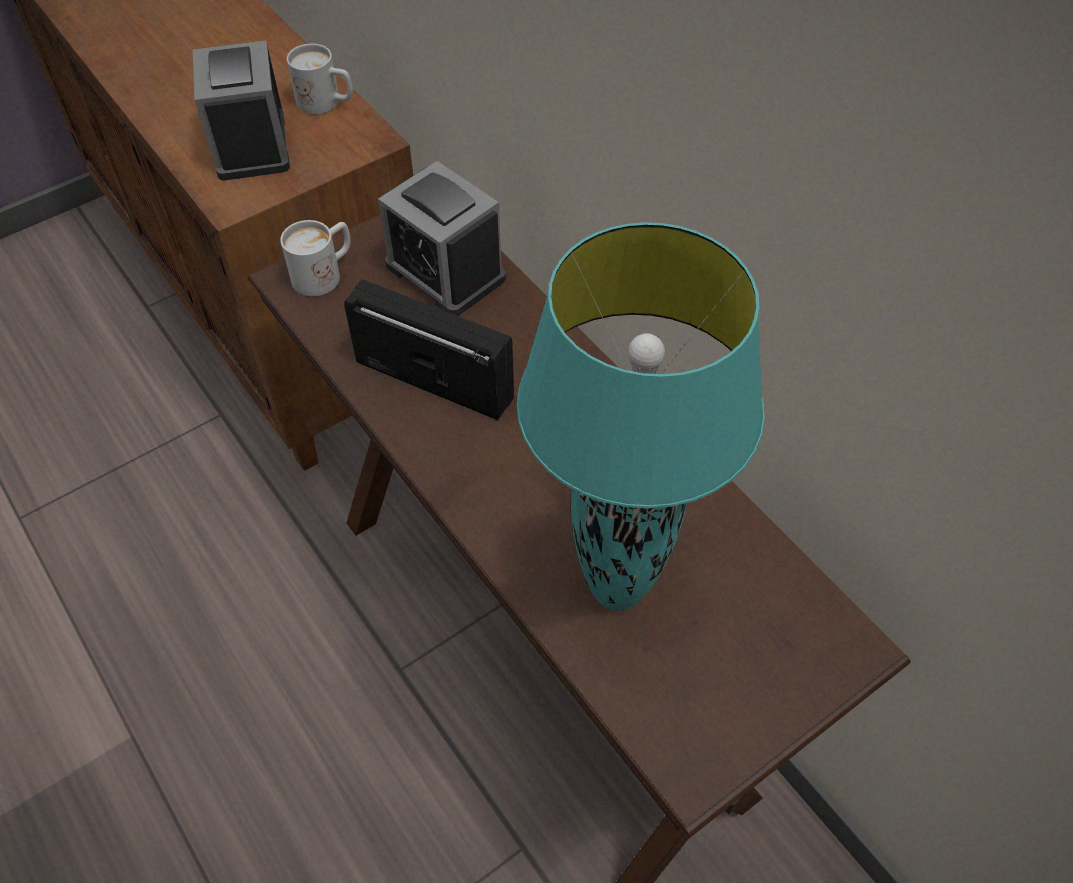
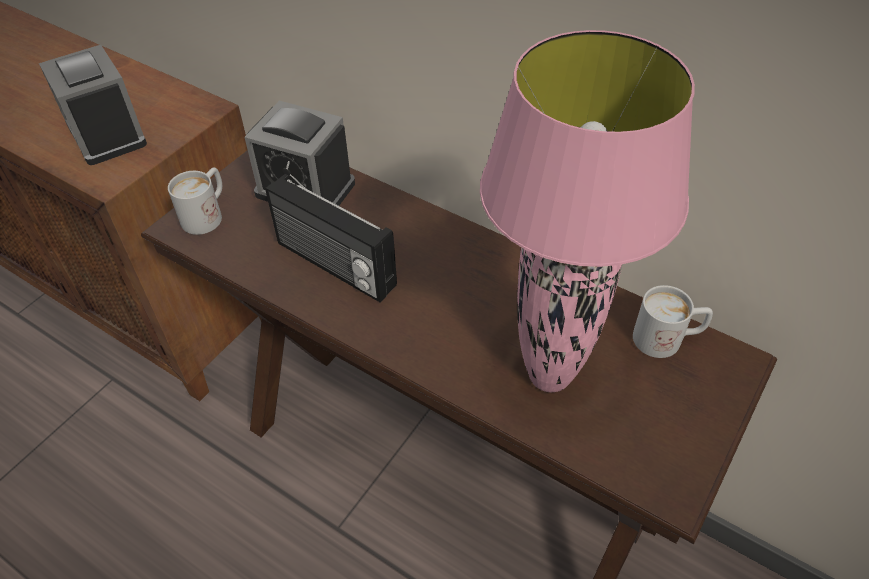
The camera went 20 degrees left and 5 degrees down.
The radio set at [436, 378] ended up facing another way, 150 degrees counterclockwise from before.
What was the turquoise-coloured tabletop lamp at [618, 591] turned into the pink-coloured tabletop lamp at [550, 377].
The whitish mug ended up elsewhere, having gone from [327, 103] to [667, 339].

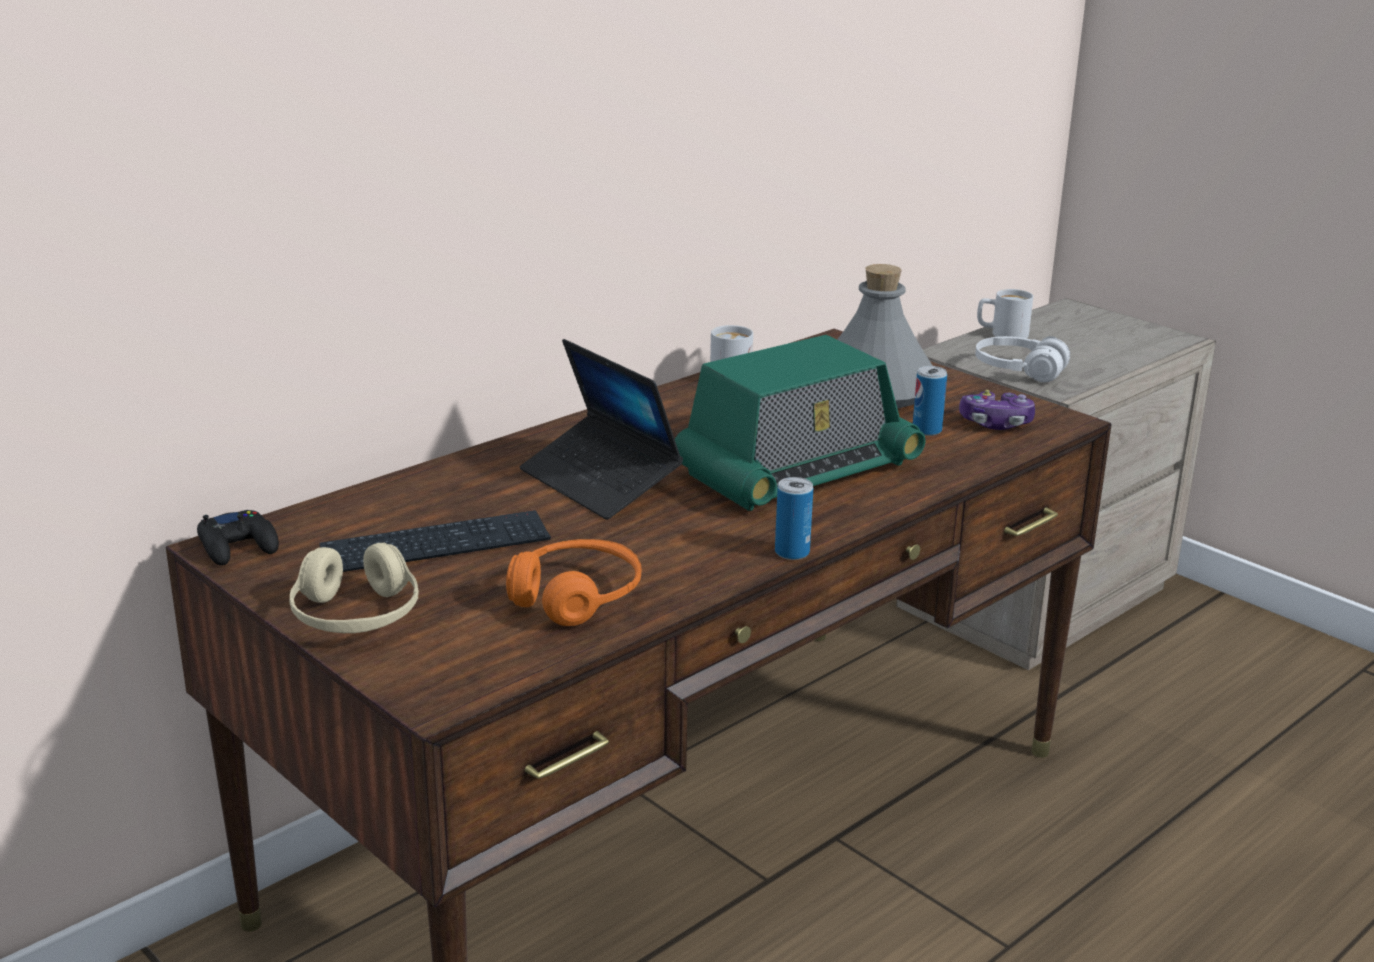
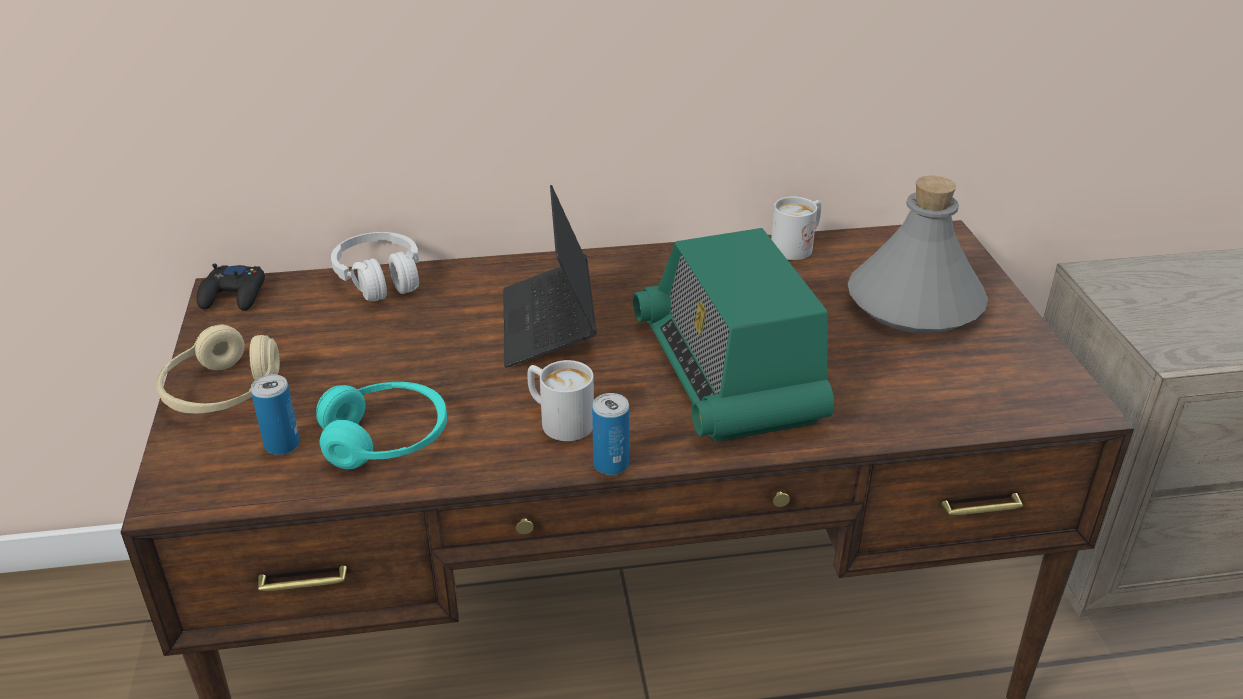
The camera went 35 degrees right and 10 degrees up.
The can ended up elsewhere, having gone from [927, 430] to [282, 445].
What was the orangey headphones at [576, 597] turned into the turquoise-coloured headphones at [386, 439].
The whitish headphones ended up elsewhere, having gone from [1019, 371] to [380, 279].
The whitish mug ended up elsewhere, having gone from [1001, 334] to [558, 420].
The radio set at [797, 470] ended up facing another way, 75 degrees clockwise from before.
The second view lost the computer keyboard at [436, 546].
The second view lost the game controller at [995, 423].

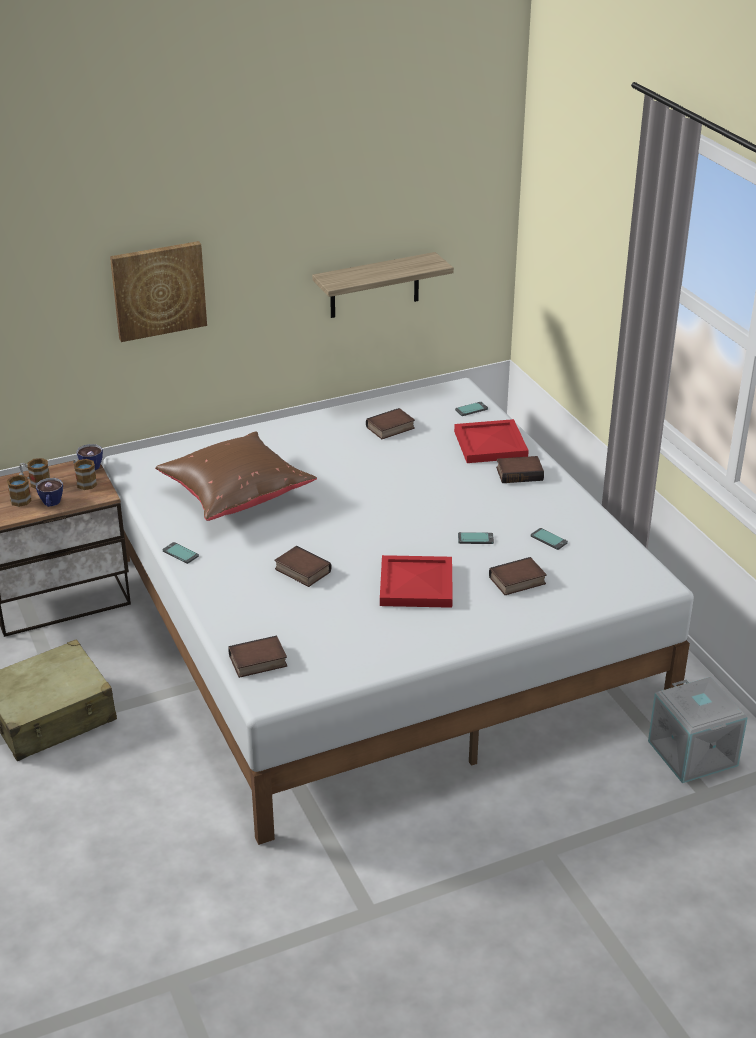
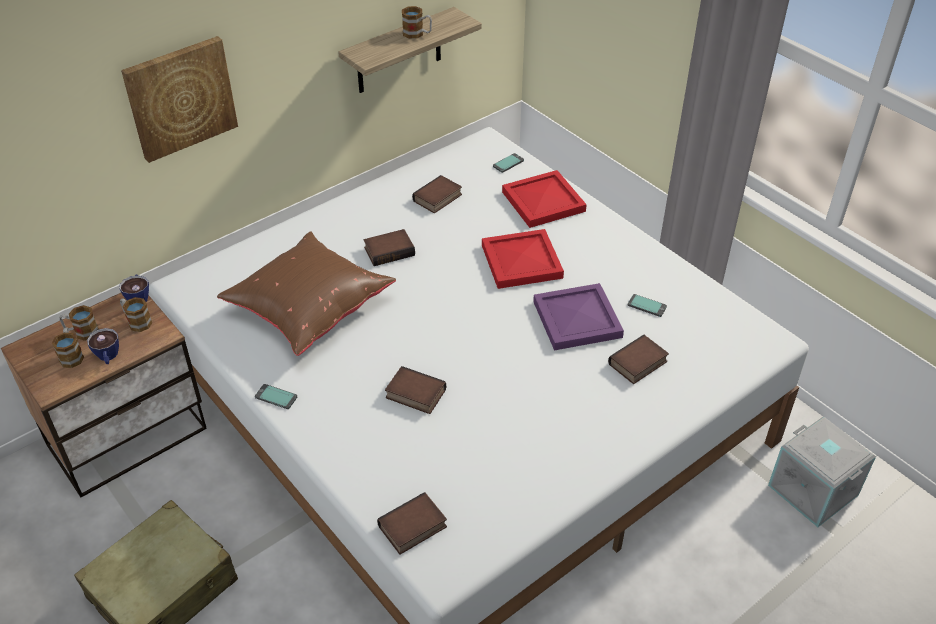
The camera went 15 degrees left and 10 degrees up.
The volume ended up elsewhere, having gone from [520, 473] to [389, 250].
The second view gained the mug at [417, 34].
The reddish serving tray ended up elsewhere, having gone from [415, 584] to [520, 261].
Where the handset stood at [475, 539], the purplish serving tray came to stand at [575, 319].

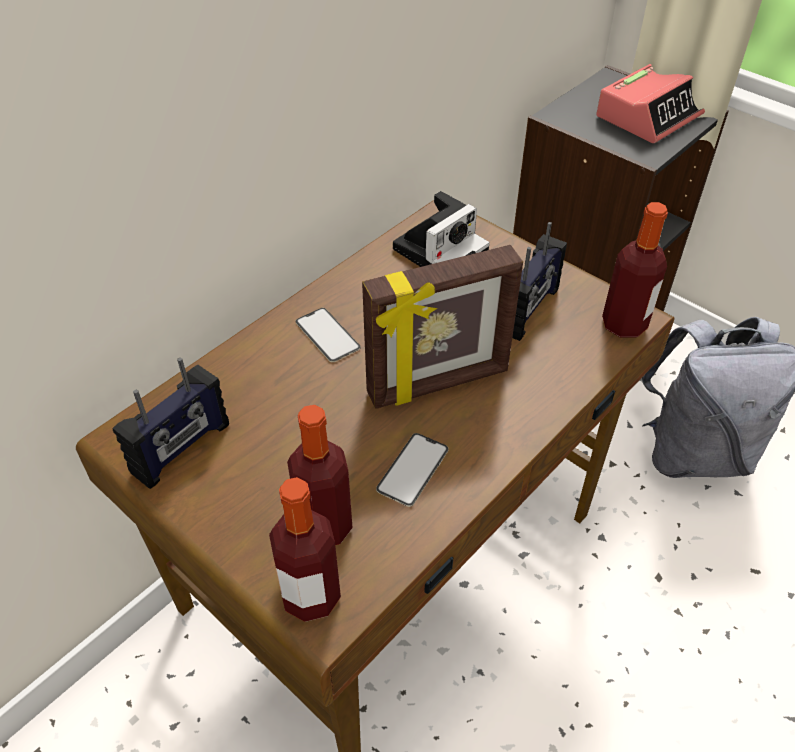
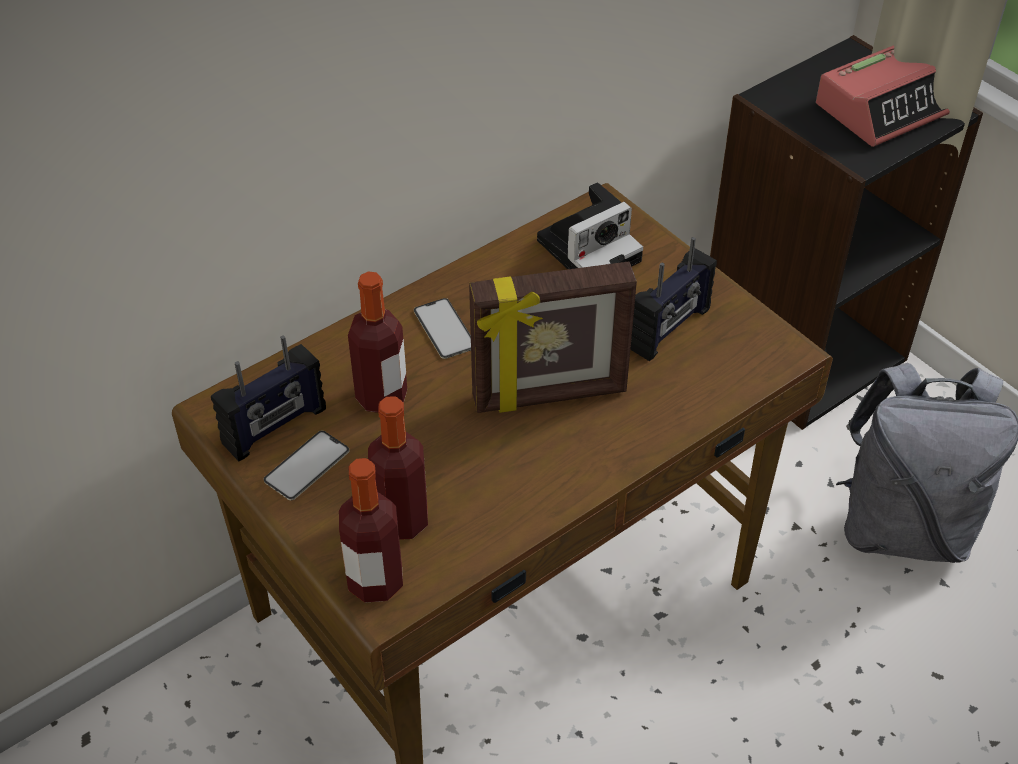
The camera went 10 degrees right and 0 degrees up.
The handset ended up elsewhere, having gone from [413, 469] to [307, 465].
The drink bottle ended up elsewhere, having gone from [624, 324] to [381, 397].

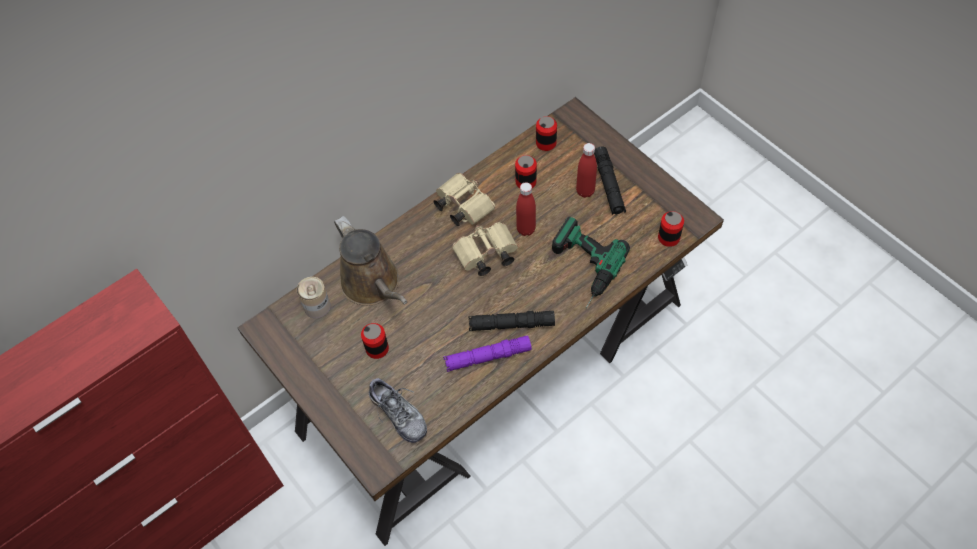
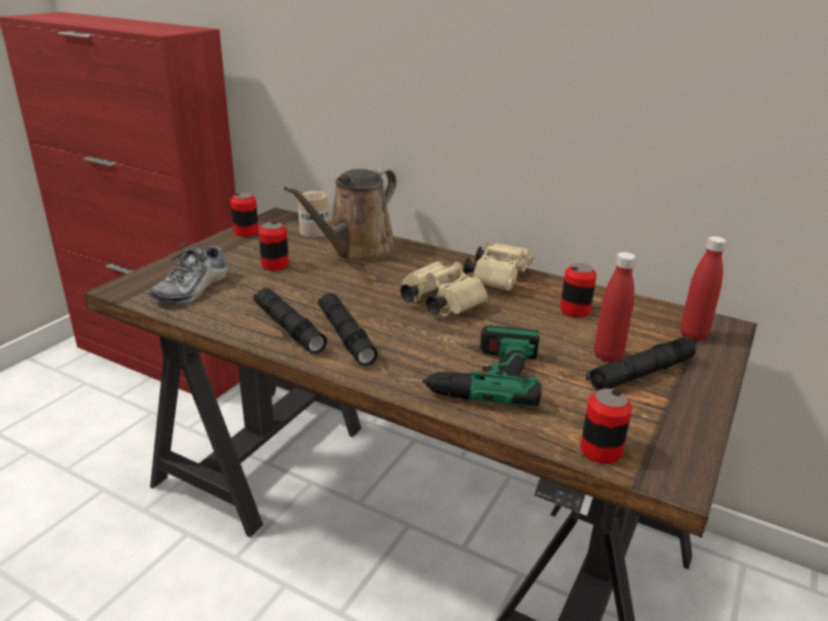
The camera went 65 degrees right and 30 degrees down.
The can ended up elsewhere, having gone from [546, 143] to [246, 232].
What was the purplish torch at [487, 357] turned into the black torch at [289, 328].
The reddish drink bottle ended up elsewhere, having gone from [526, 229] to [693, 335].

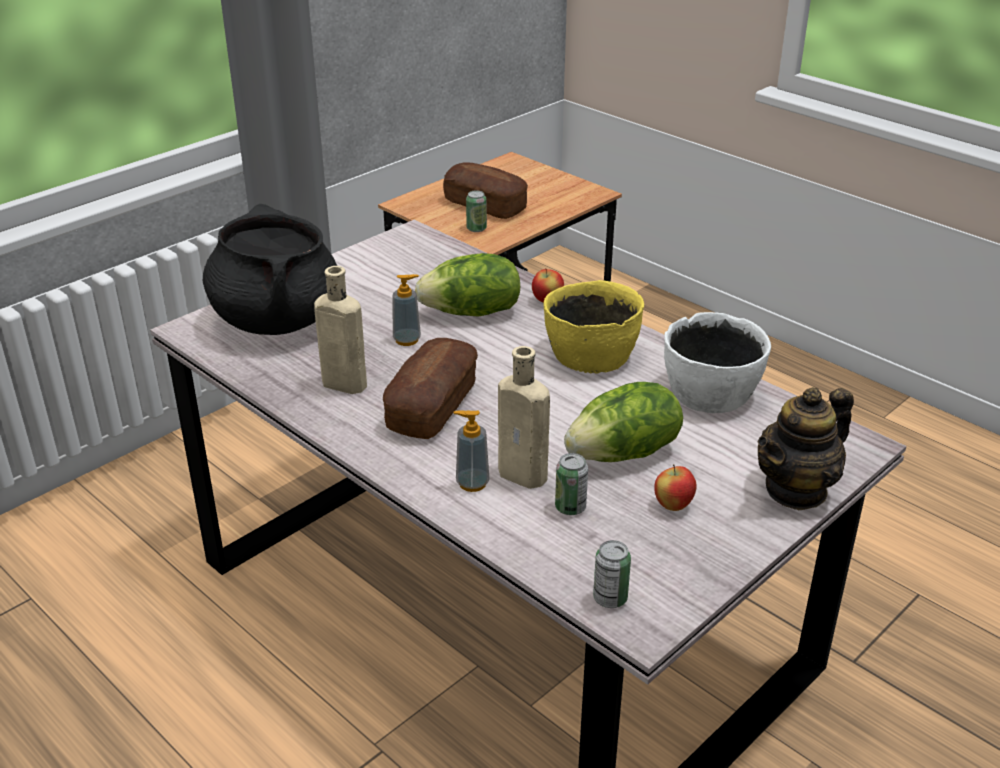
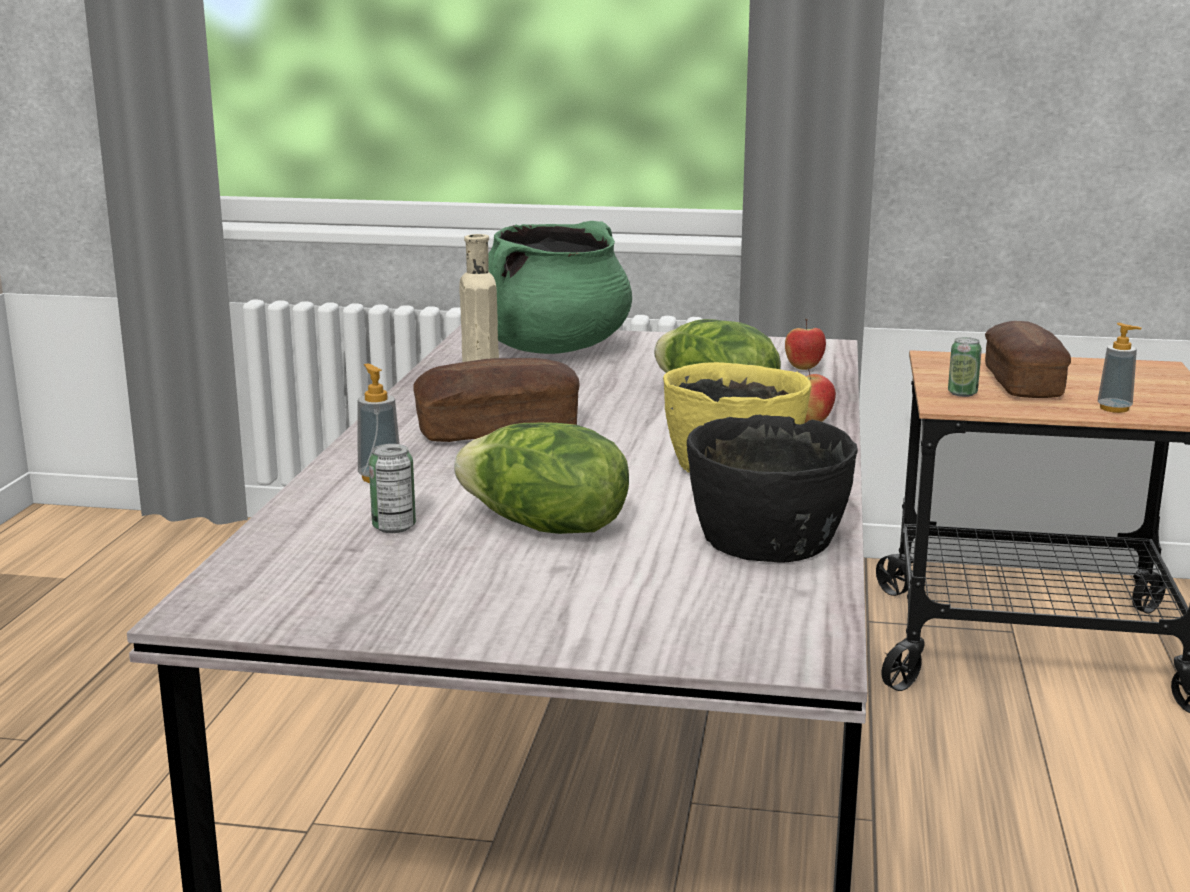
The camera went 55 degrees right and 15 degrees down.
What was the black cooking pot at [277, 319] turned into the green-coloured cooking pot at [552, 348].
What was the whitish serving bowl at [712, 393] turned into the black serving bowl at [767, 540].
The apple fruit ended up elsewhere, having gone from [673, 505] to [804, 368].
The soap bottle ended up elsewhere, having gone from [407, 340] to [1114, 408].
The second view lost the beige drink bottle at [526, 476].
The second view lost the can at [610, 598].
The second view lost the pot for tea at [796, 490].

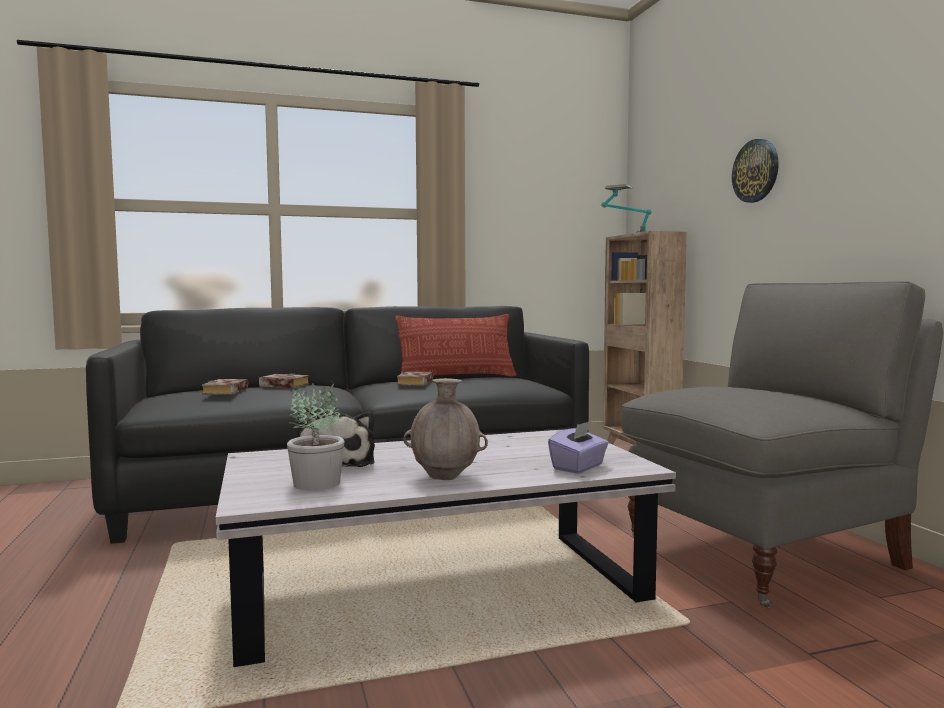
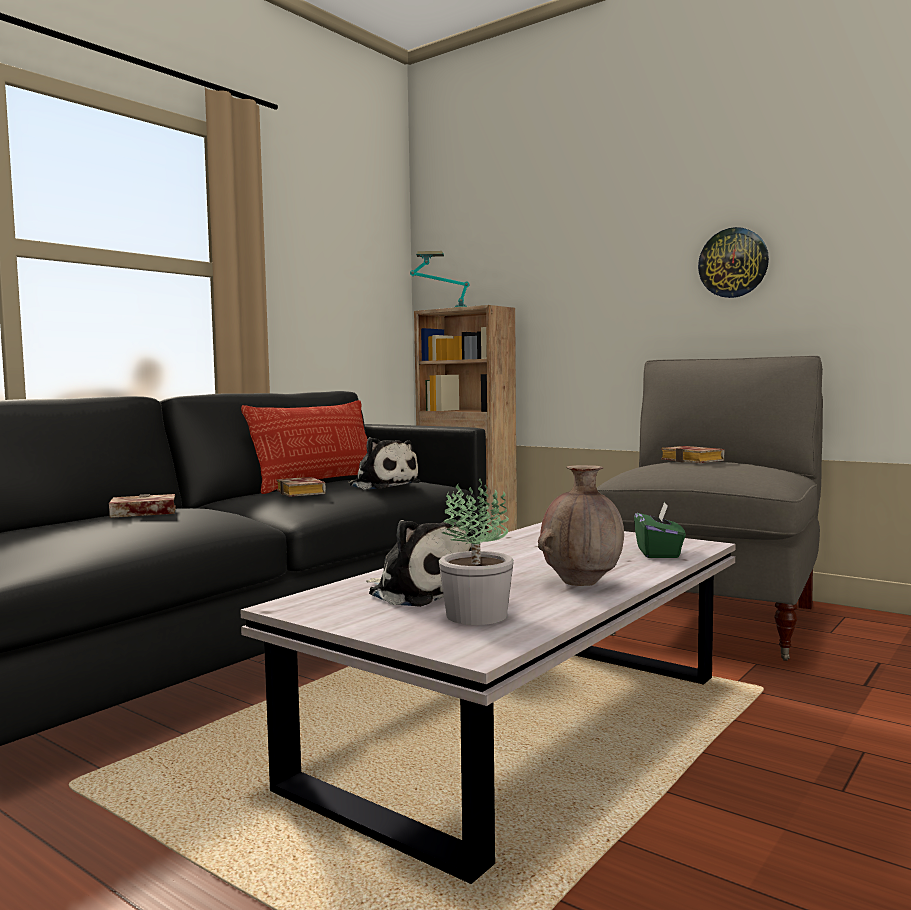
The camera went 35 degrees left and 0 degrees up.
The second view gained the soft toy at [382, 485].
What was the purplish tissue box at [578, 467] turned into the green-coloured tissue box at [658, 553].
The volume ended up elsewhere, having gone from [226, 392] to [695, 460].
The wall clock ended up elsewhere, having gone from [756, 171] to [733, 263].

